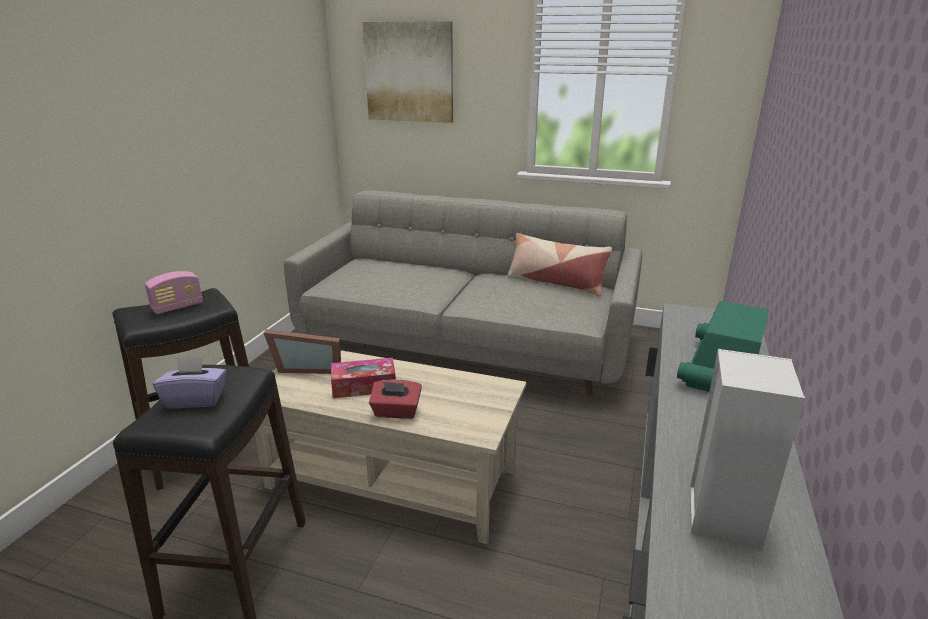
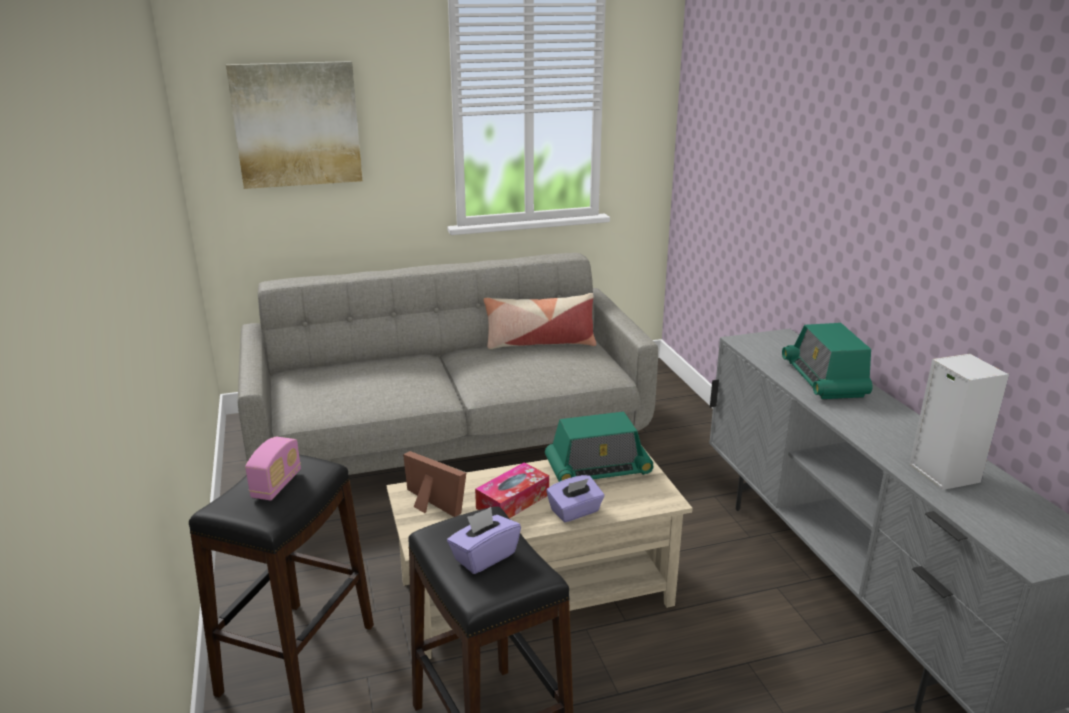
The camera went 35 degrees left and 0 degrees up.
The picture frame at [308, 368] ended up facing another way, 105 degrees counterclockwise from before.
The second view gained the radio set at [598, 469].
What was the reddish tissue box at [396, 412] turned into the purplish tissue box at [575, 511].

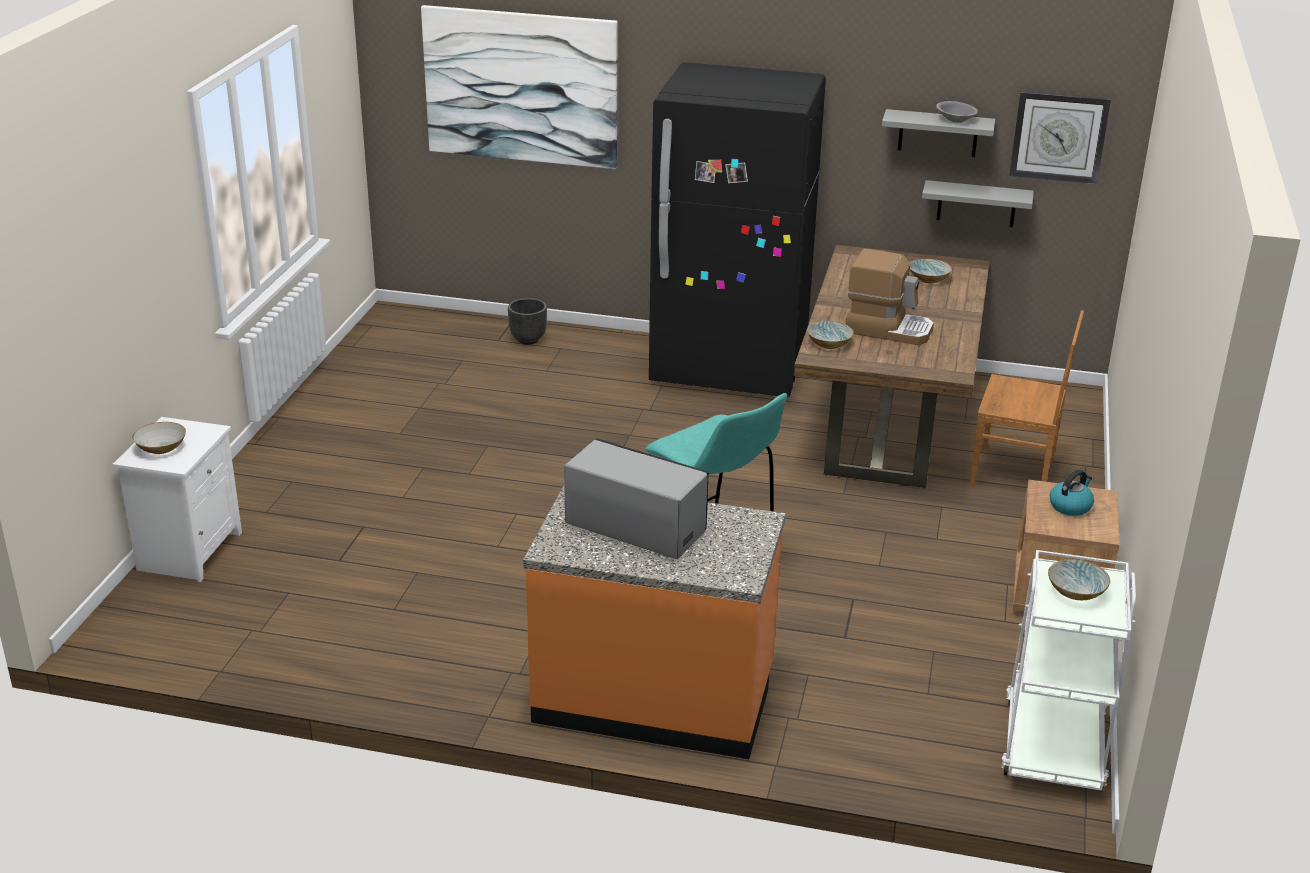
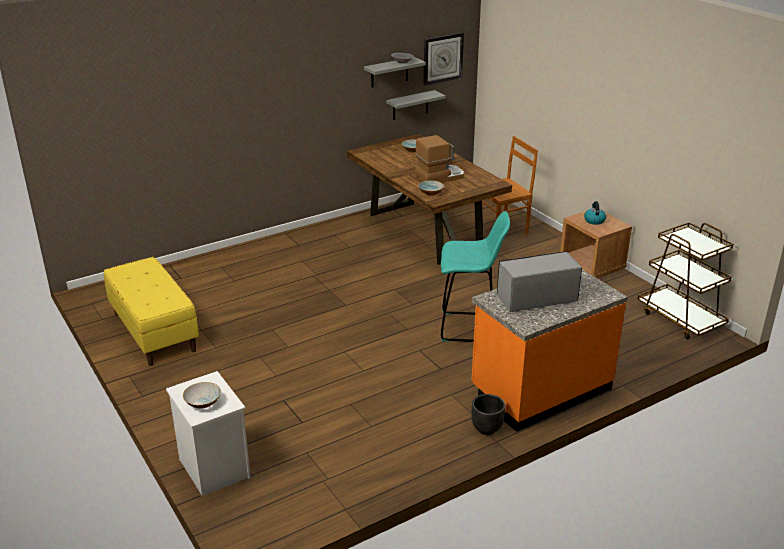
The camera went 45 degrees left and 0 degrees up.
The second view gained the yellow-coloured indoor bench at [153, 332].
The black plant pot ended up elsewhere, having gone from [528, 339] to [486, 429].
What was the whitish cart at [1053, 743] turned into the brown-coloured cart at [680, 318].
The second view lost the picture at [521, 87].
The second view lost the black refrigerator at [729, 369].
The second view lost the serving bowl at [1077, 592].

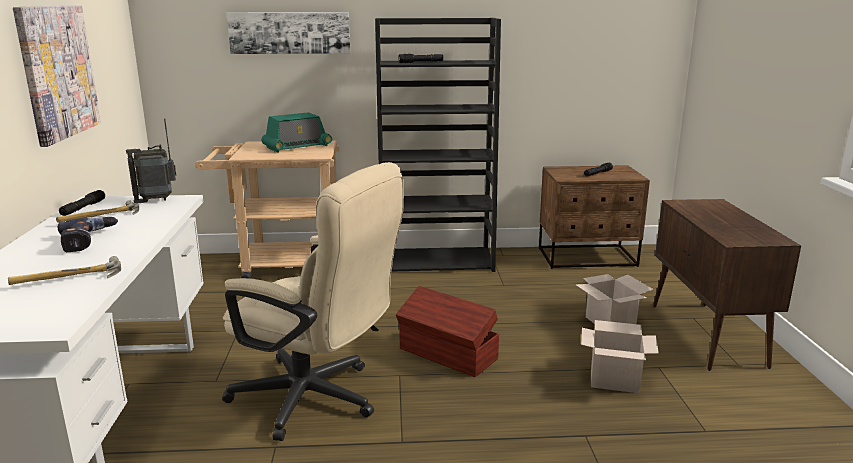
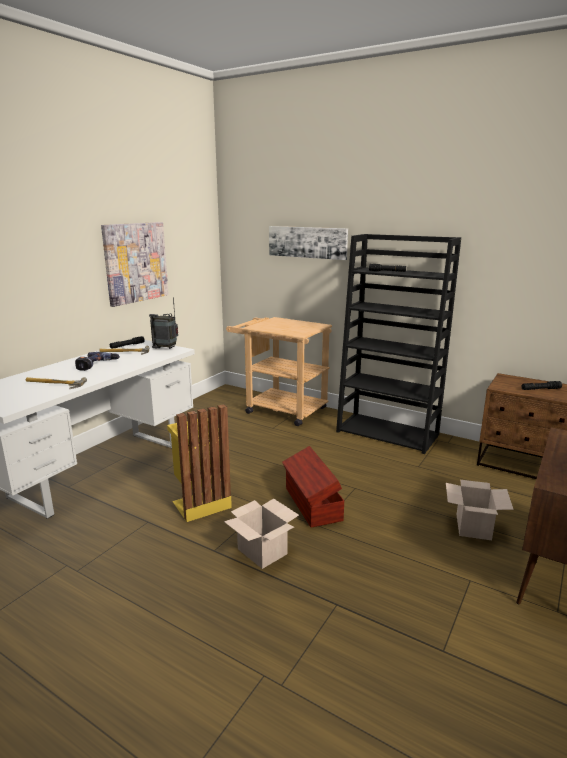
The camera went 35 degrees right and 0 degrees up.
Where the beige desk chair stood at [317, 400], the yellow-coloured rubbish bin came to stand at [200, 503].
The cardboard box ended up elsewhere, having gone from [615, 379] to [263, 552].
The second view lost the radio set at [297, 147].

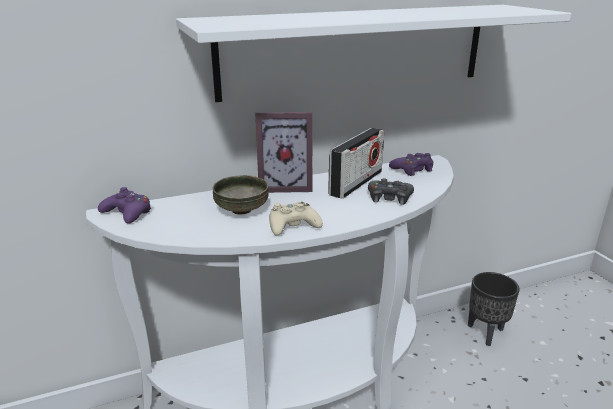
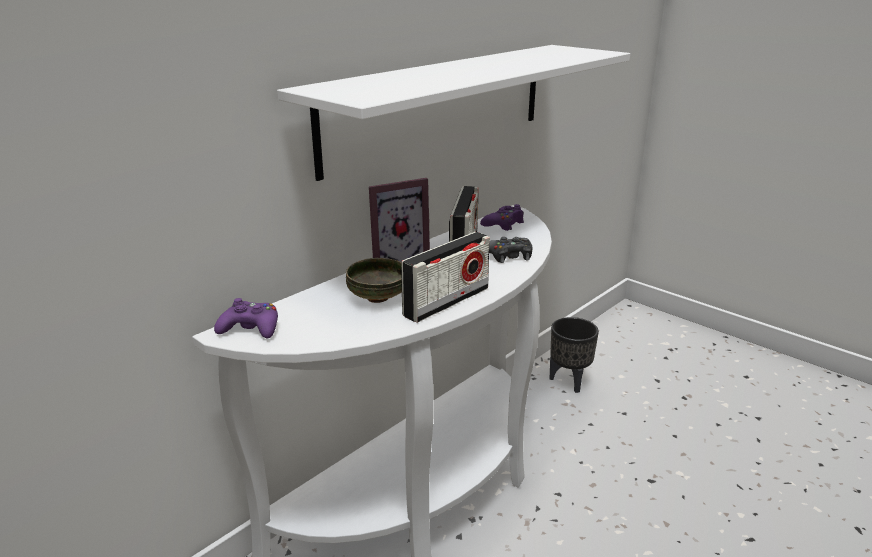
The camera went 25 degrees left and 0 degrees up.
Where the beige game controller stood at [293, 226], the radio set came to stand at [446, 302].

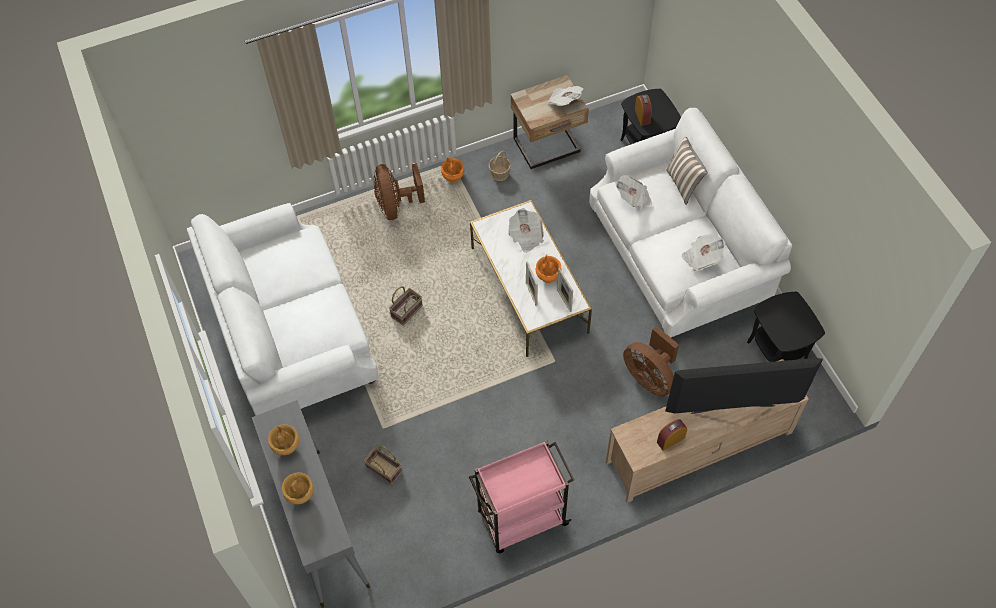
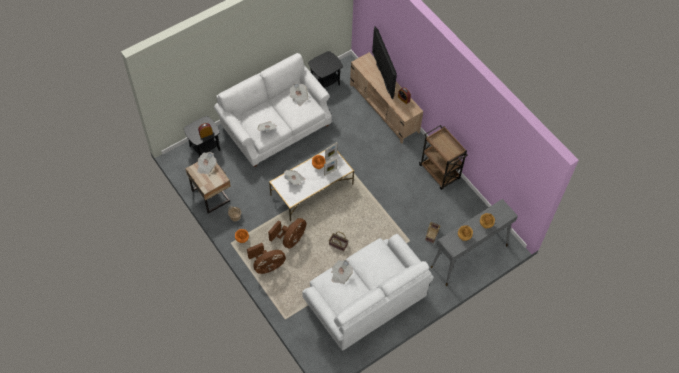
The camera went 105 degrees left and 0 degrees up.
The brown-coloured fan ended up elsewhere, having gone from [650, 377] to [290, 239].
The second view gained the printed paper at [340, 275].
What was the pink-coloured cart at [521, 519] turned into the brown-coloured cart at [440, 173].
The second view lost the pillow at [683, 184].

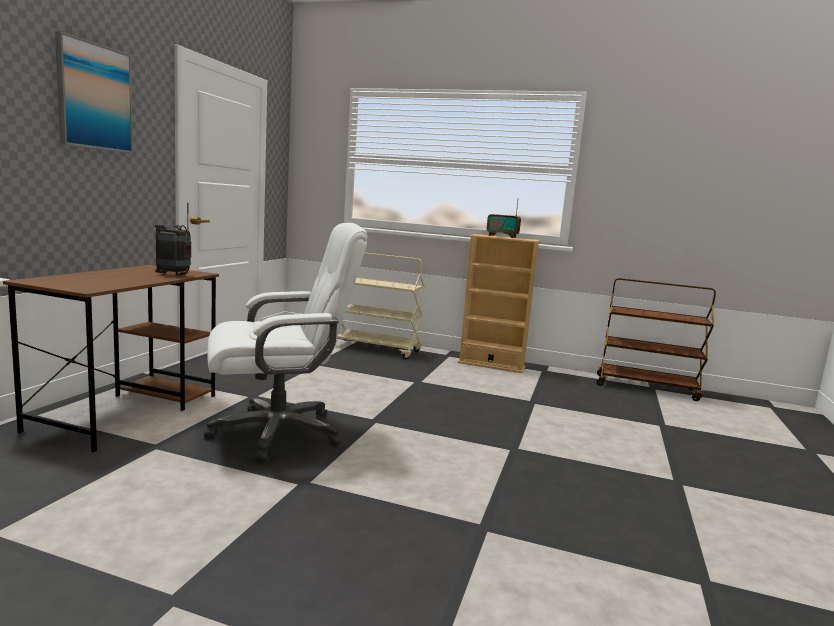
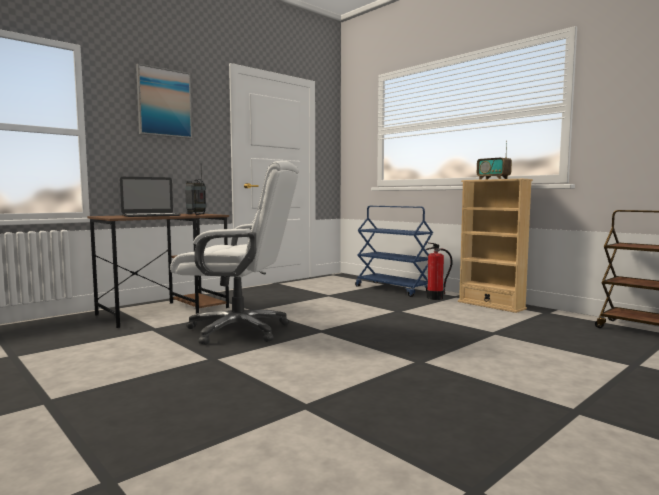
The camera went 30 degrees right and 5 degrees down.
The second view gained the notebook computer at [151, 215].
What was the beige cart at [376, 349] turned into the bluish cart at [393, 289].
The second view gained the fire-fighting cylinder at [435, 298].

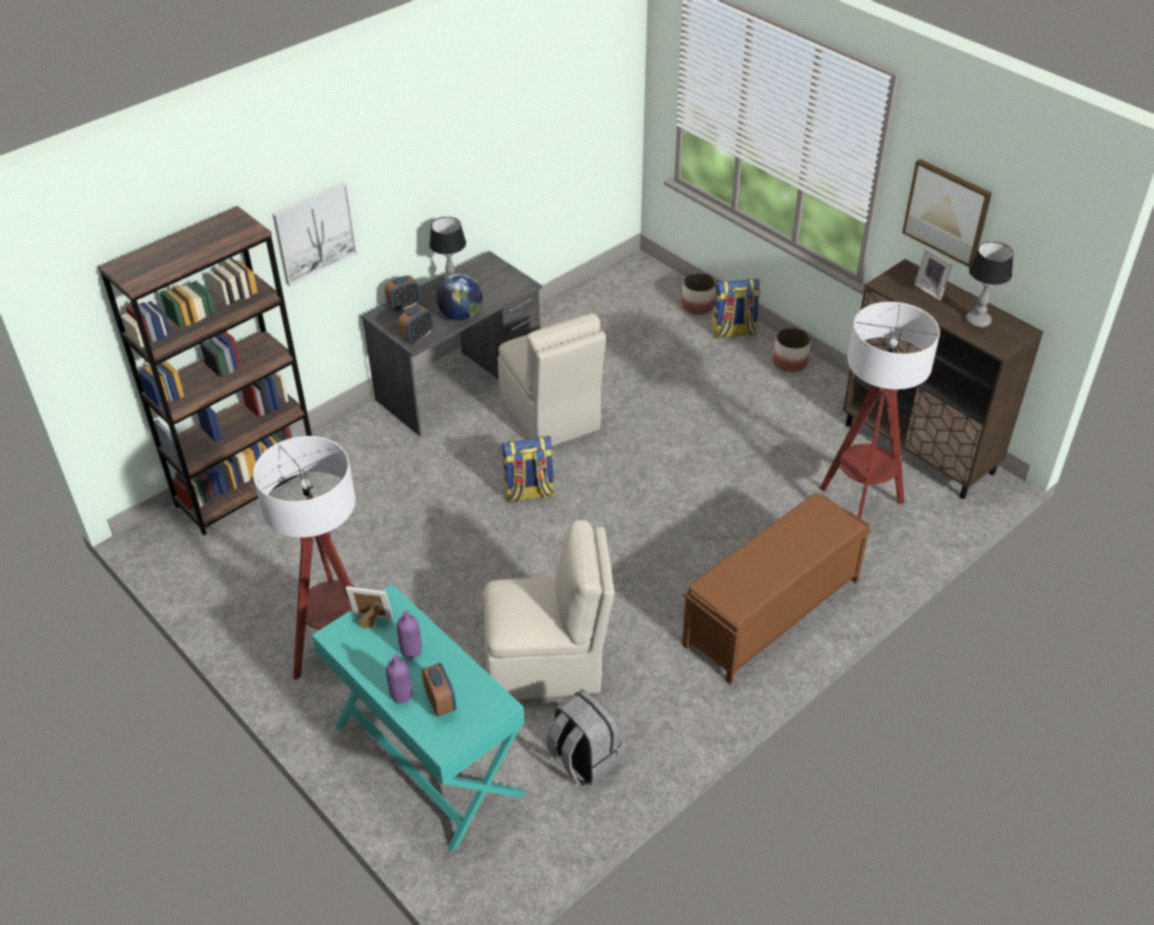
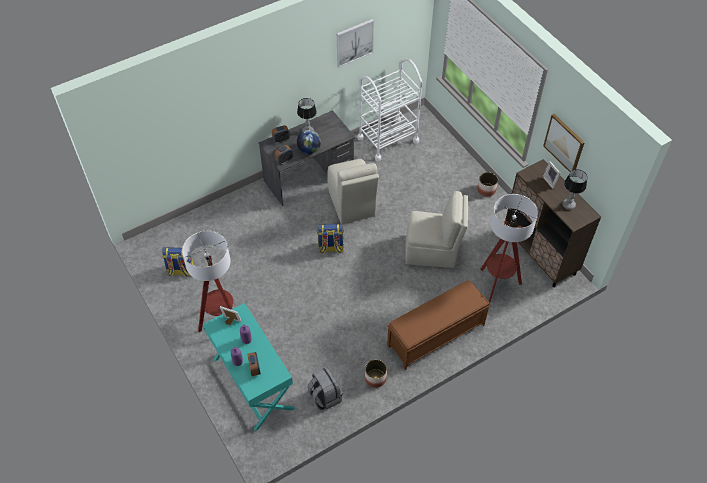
The camera went 10 degrees right and 10 degrees up.
The rucksack ended up elsewhere, having gone from [733, 332] to [180, 271].
The picture ended up elsewhere, having gone from [314, 233] to [354, 42].
The second view gained the whitish cart at [388, 140].
The plant pot ended up elsewhere, having gone from [697, 306] to [375, 378].
The beige upright chair ended up elsewhere, having gone from [547, 664] to [432, 251].
The second view lost the brown-coloured bookshelf at [248, 487].

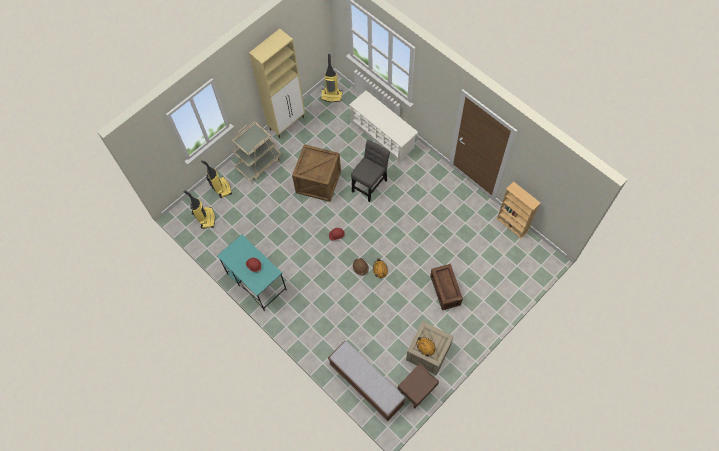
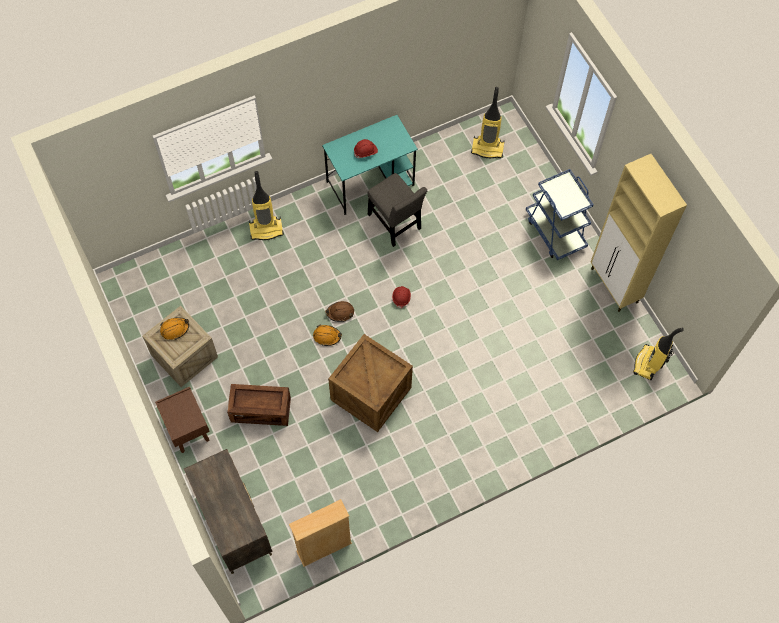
The camera went 105 degrees right and 0 degrees up.
The brown-coloured nightstand ended up elsewhere, having gone from [416, 391] to [187, 428].
The second view gained the drawer chest at [234, 523].
The vacuum ended up elsewhere, having gone from [221, 188] to [266, 229].
The packing crate ended up elsewhere, having gone from [319, 181] to [371, 395].
The gray upright chair ended up elsewhere, having gone from [370, 184] to [395, 224].
What was the beige cart at [259, 163] turned into the bluish cart at [555, 231].
The second view lost the indoor bench at [366, 384].
The second view lost the whitish shoe shelf at [383, 135].

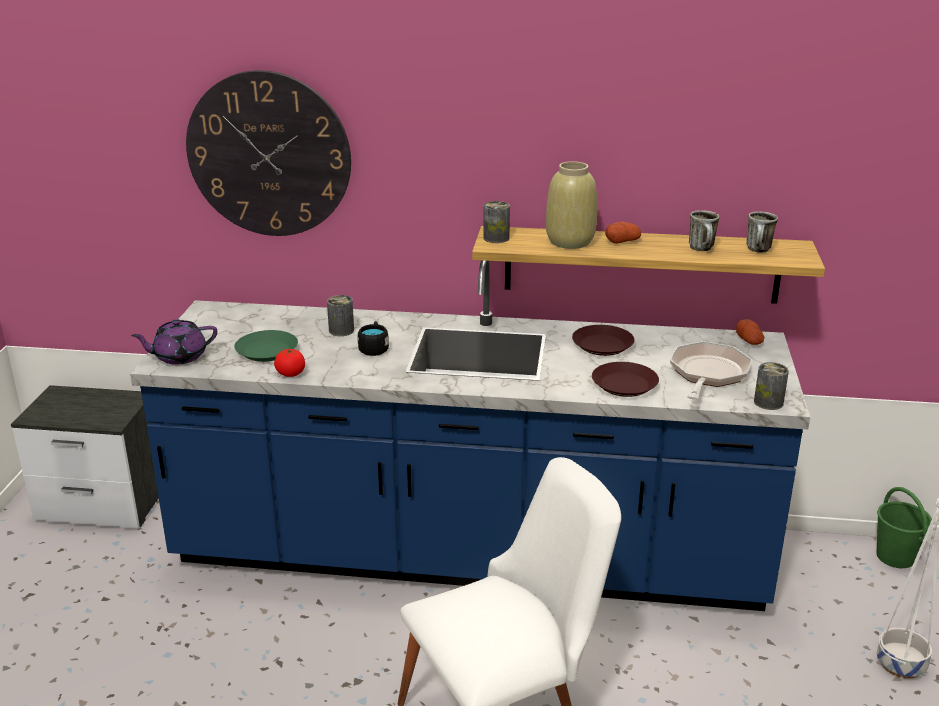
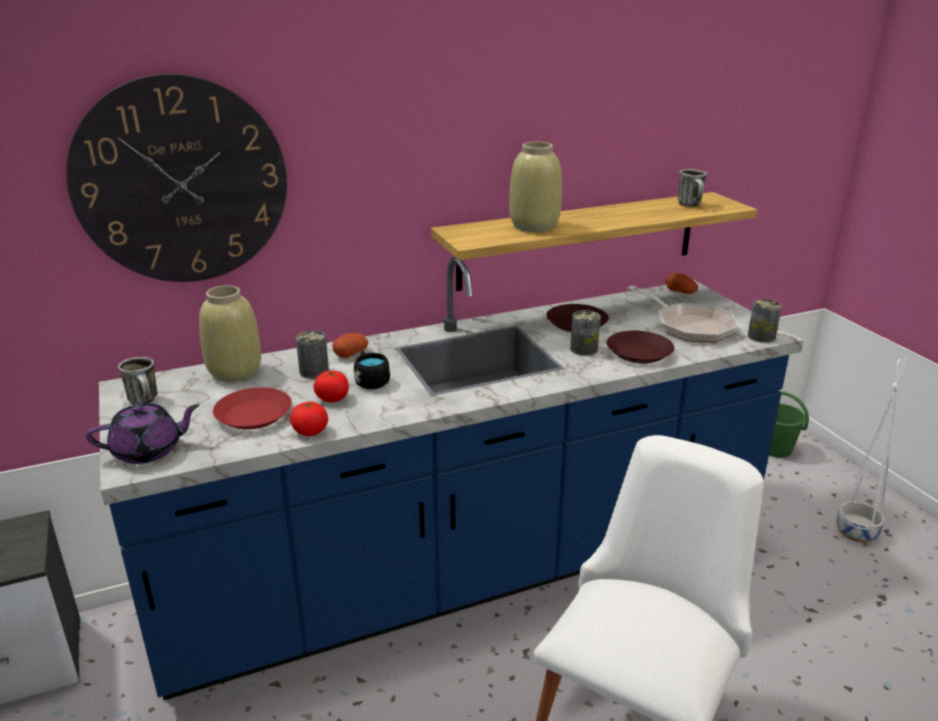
The camera went 30 degrees left and 0 degrees up.
The purplish pot for tea at [179, 356] ended up facing another way, 150 degrees counterclockwise from before.
The mug ended up elsewhere, having gone from [703, 249] to [146, 401].
The second view gained the beige vase at [235, 371].
What was the green-coloured dinner plate at [267, 351] turned into the reddish dinner plate at [254, 415].
The second view gained the whole tomato at [332, 398].
The potato ended up elsewhere, having gone from [622, 241] to [351, 354].
The can ended up elsewhere, having gone from [496, 238] to [583, 349].
The pan at [707, 374] ended up facing another way, 150 degrees clockwise from before.

